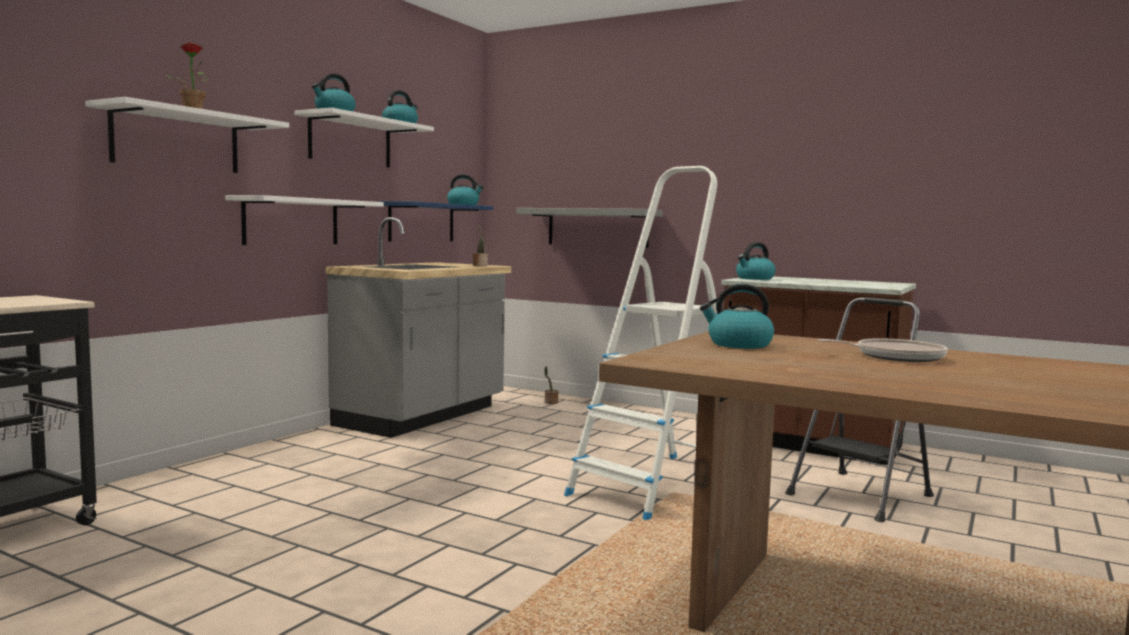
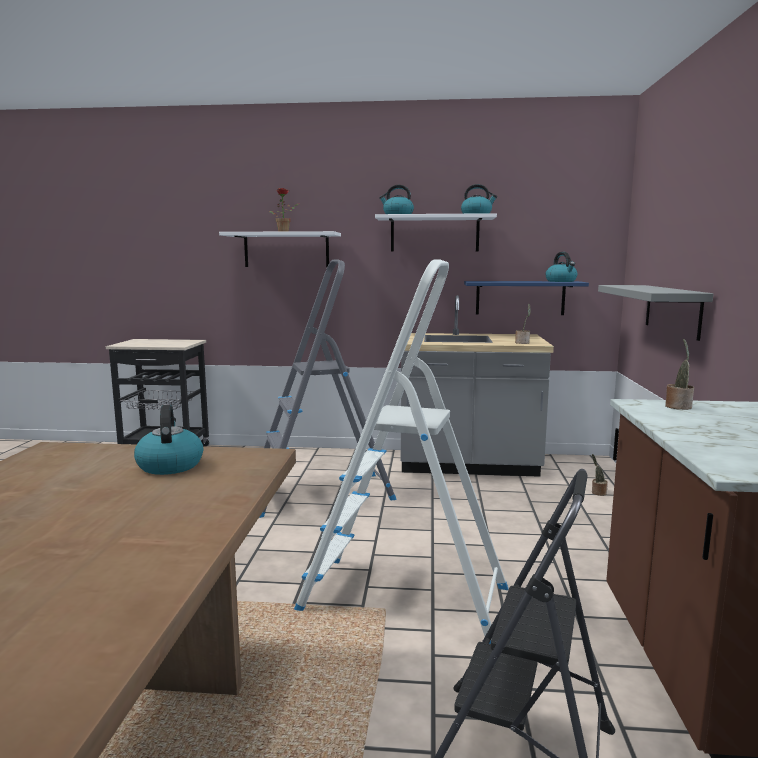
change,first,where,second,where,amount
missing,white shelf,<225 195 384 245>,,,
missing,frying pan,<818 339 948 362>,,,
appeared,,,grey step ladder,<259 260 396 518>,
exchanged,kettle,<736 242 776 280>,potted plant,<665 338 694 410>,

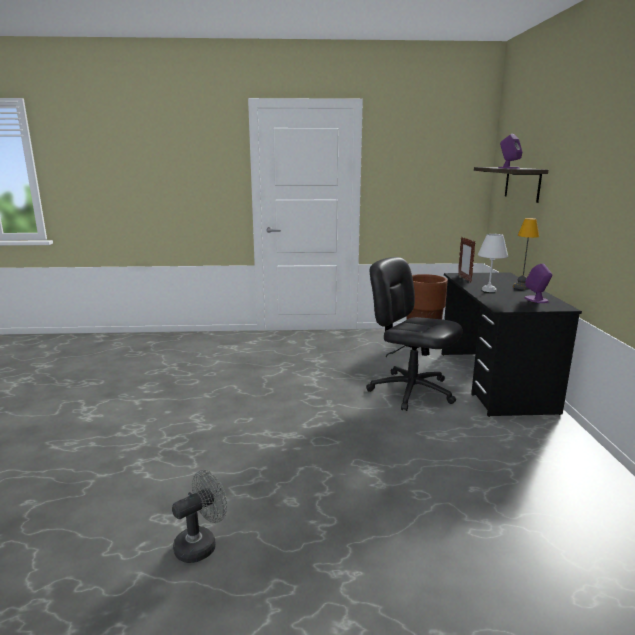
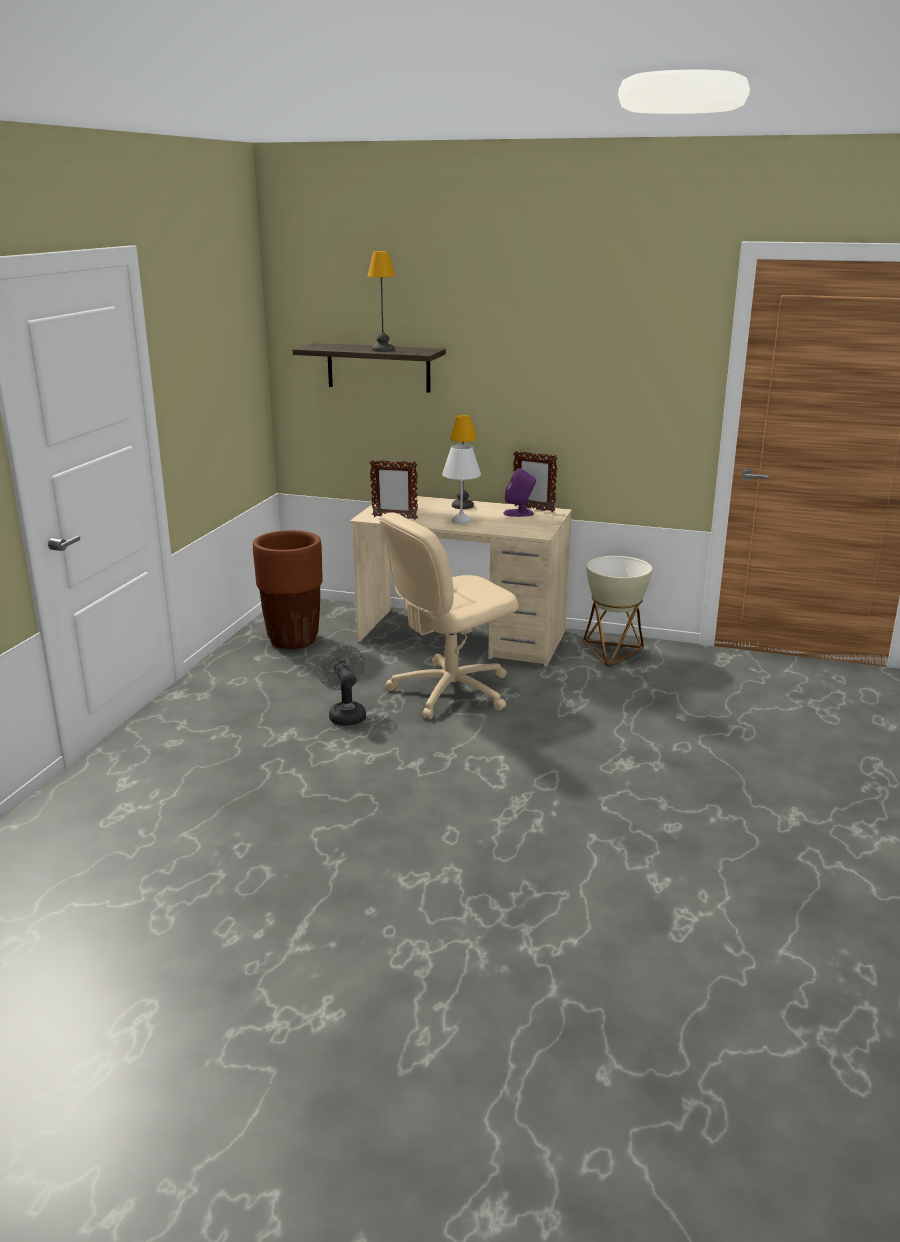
change,first,where,second,where,amount
appeared,,,picture frame,<513 451 558 512>,
appeared,,,planter,<583 556 652 667>,
relocated,grey fan,<172 470 227 563>,,<317 644 366 726>,
exchanged,purple speaker,<498 134 522 168>,table lamp,<368 251 395 352>,
colour,black office chair,<366 257 463 411>,beige office chair,<380 512 519 719>,
colour,black desk,<442 272 582 417>,beige desk,<350 496 572 667>,

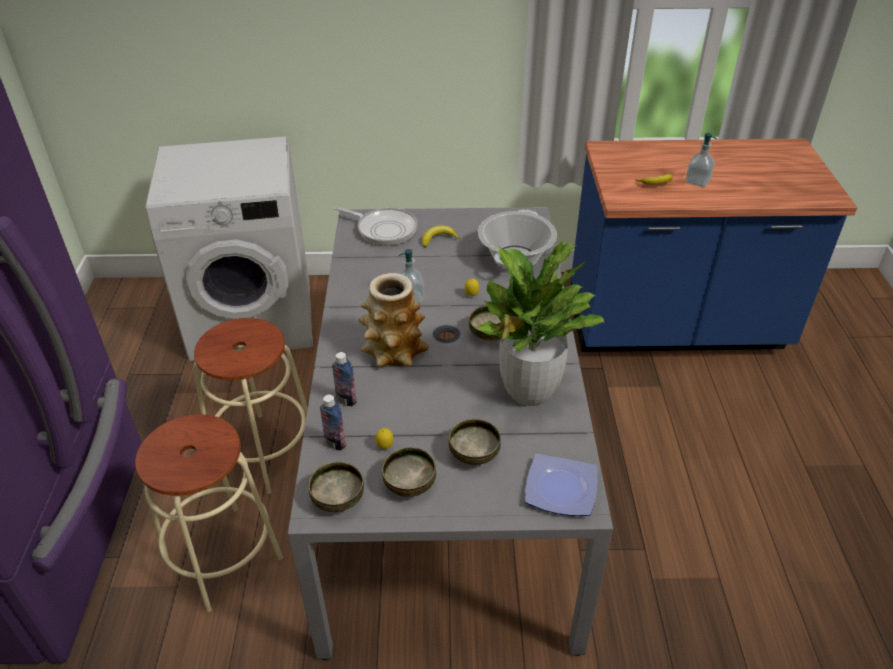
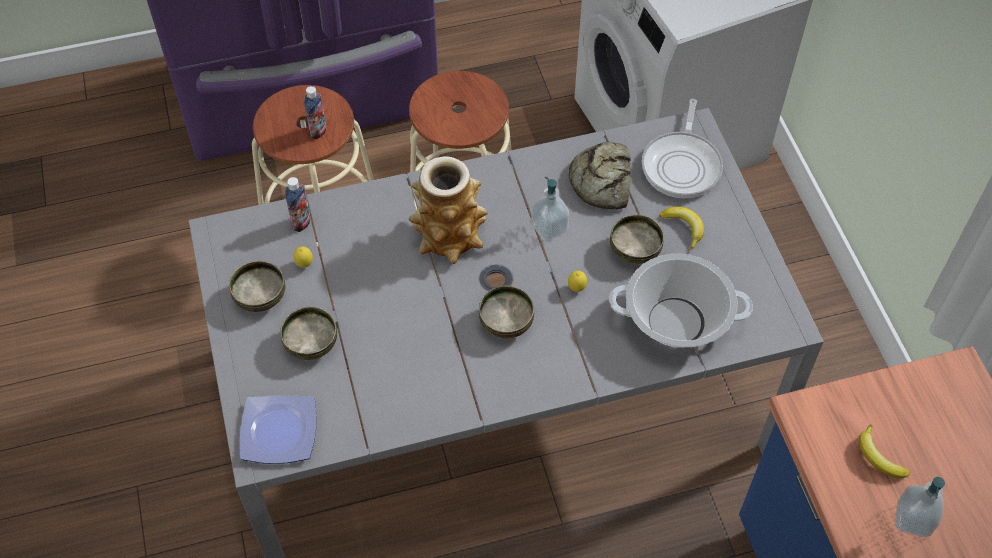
change,first,where,second,where,amount
missing,potted plant,<475 238 605 406>,,,
appeared,,,bread,<569 141 631 209>,
relocated,bowl,<308 462 364 512>,,<610 214 664 264>,
relocated,bottle,<332 352 357 406>,,<304 86 326 140>,

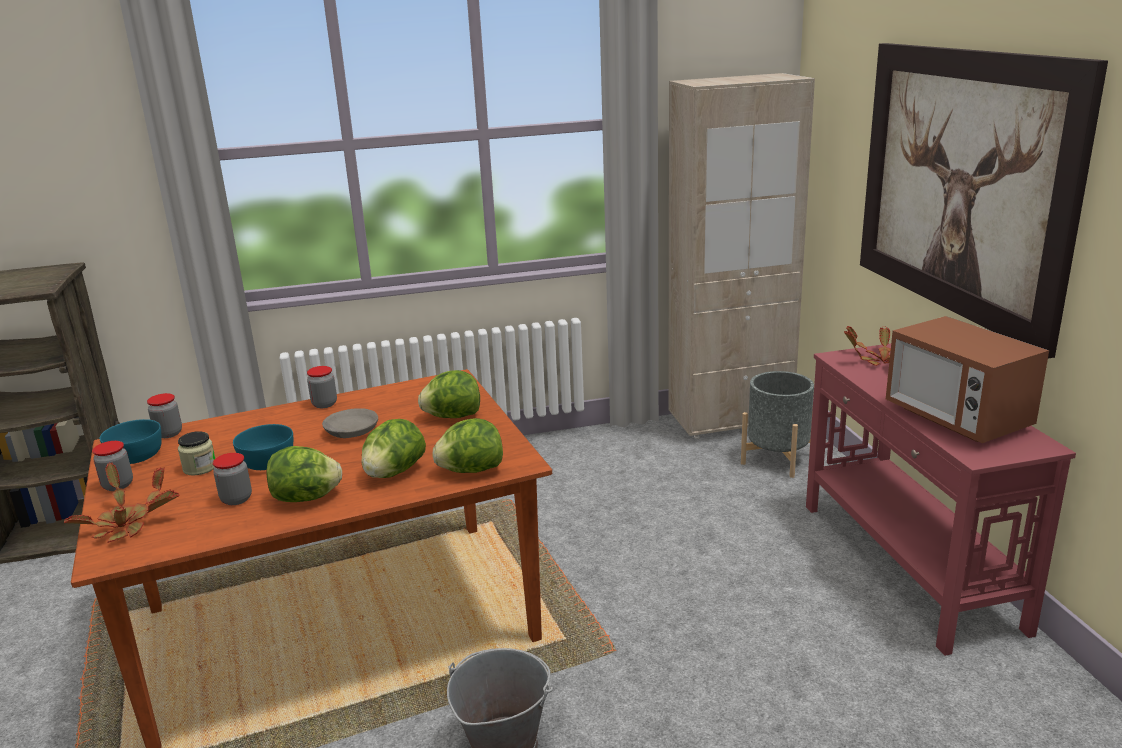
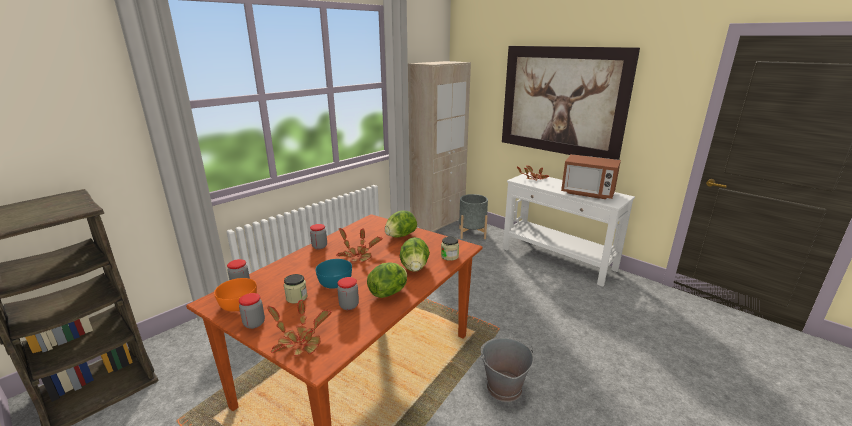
change,first,where,second,where,amount
exchanged,grey bowl,<322 408 378 438>,potted plant,<336 228 383 263>,
exchanged,lettuce,<432 418 503 473>,jar,<441 237 459 261>,
colour,turquoise bowl,<100 419 162 464>,orange bowl,<214 278 257 312>,
colour,red console table,<806 343 1076 656>,white console table,<503 172 635 287>,

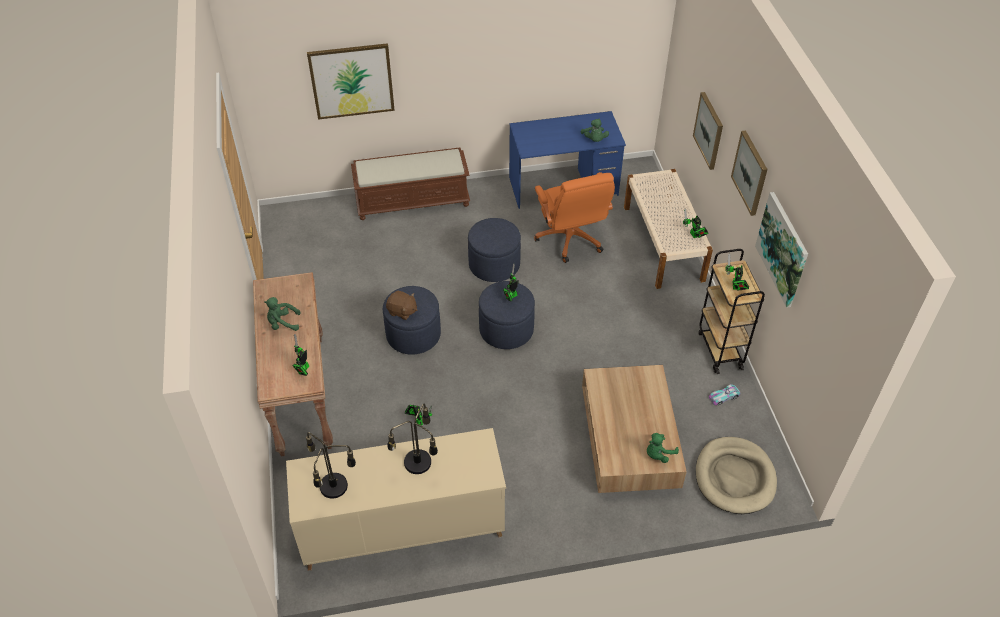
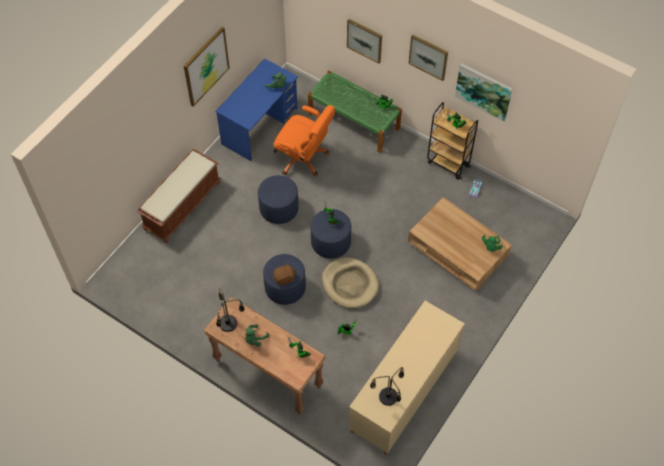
change,first,where,second,where,amount
relocated,picture,<307 43 395 120>,,<184 27 230 107>,
relocated,table lamp,<387 404 438 474>,,<216 289 244 332>,
relocated,beige dog bed,<696 437 777 514>,,<322 257 379 309>,
colour,beige bench,<624 169 713 289>,green bench,<308 71 402 153>,

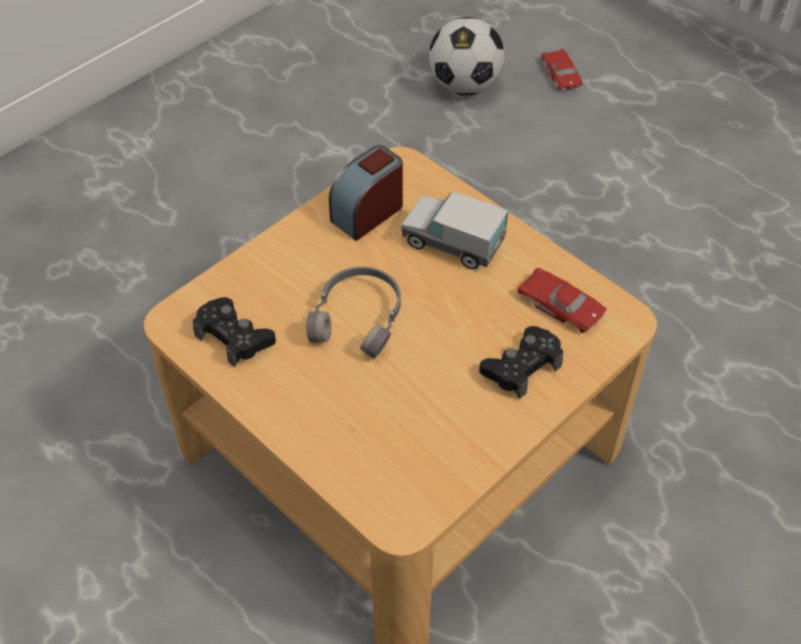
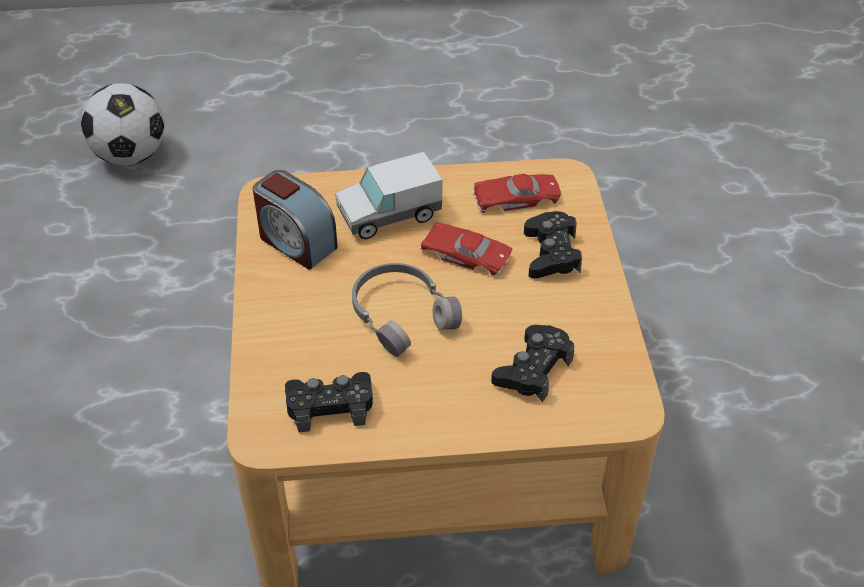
change,first,where,second,where,amount
appeared,,,black game controller,<491 325 575 402>,
relocated,red toy car,<541 49 583 90>,,<420 222 513 276>,
spun,alarm clock,<329 145 403 241>,,<253 170 338 270>,45 degrees counterclockwise

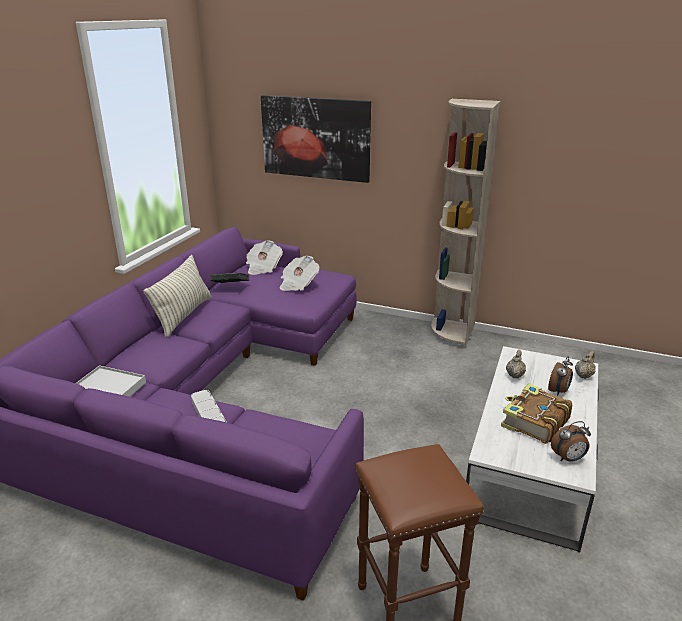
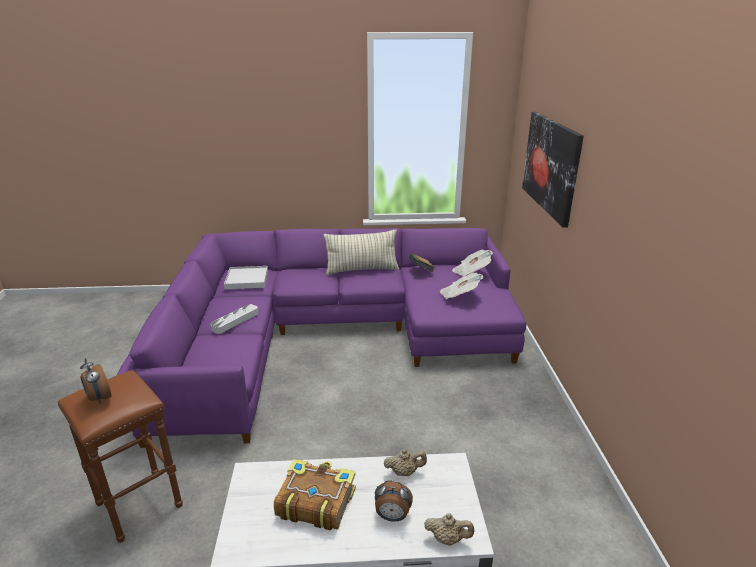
change,first,where,second,where,amount
missing,beige bookcase,<431 99 500 346>,,,
relocated,alarm clock,<551 421 591 462>,,<80 358 112 404>,

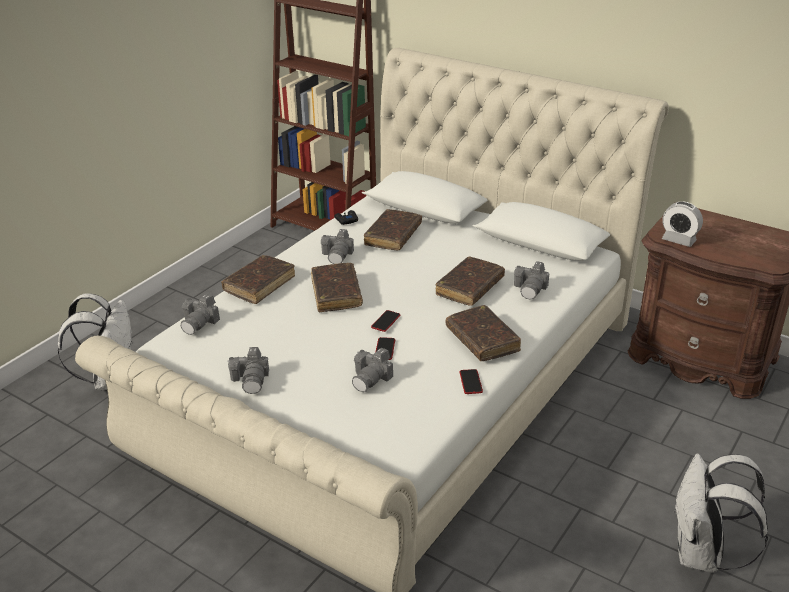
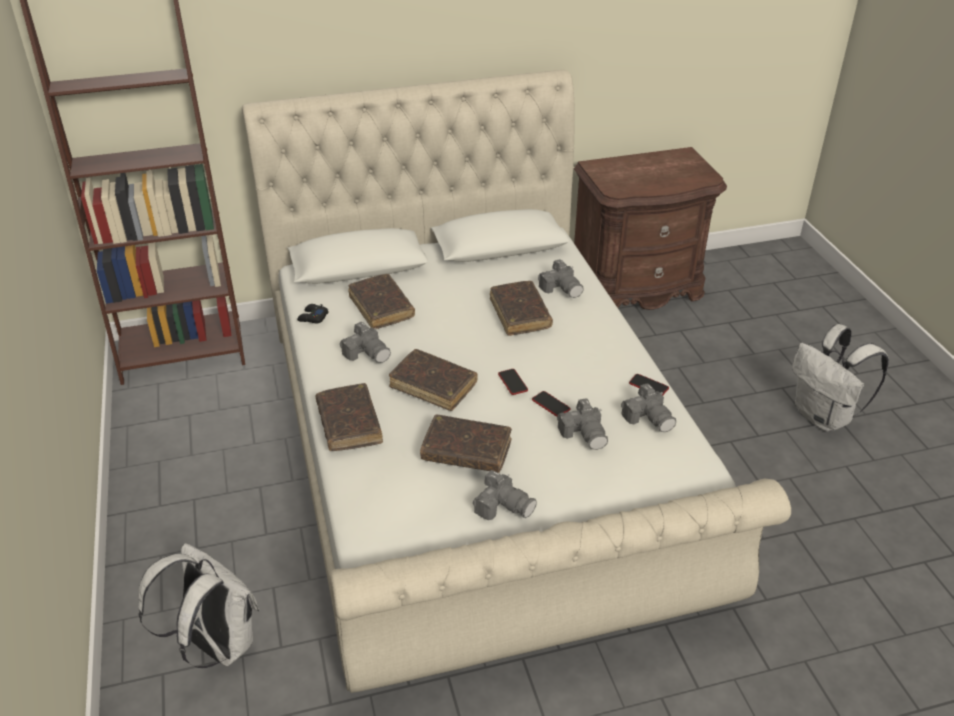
change,first,where,second,where,amount
missing,alarm clock,<662 201 703 247>,,,
relocated,photo camera,<181 294 220 335>,,<621 383 676 432>,
relocated,brown book,<446 305 521 361>,,<420 415 512 473>,

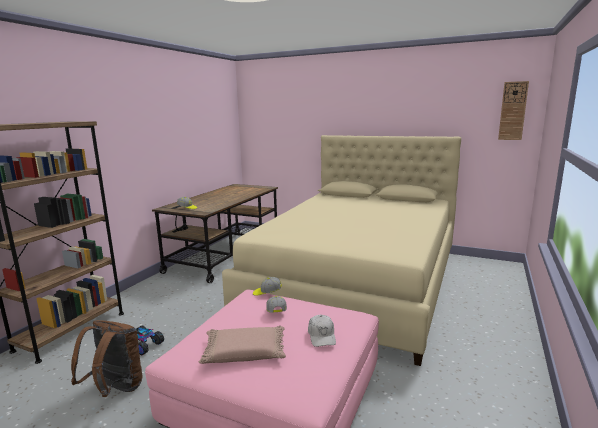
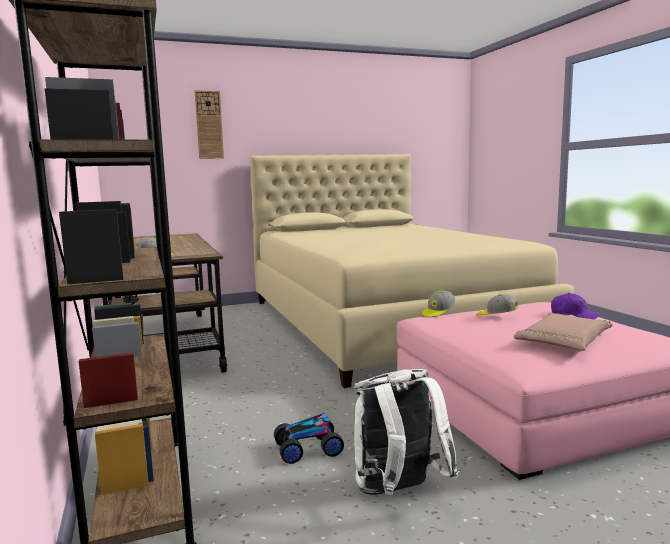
change,first,where,second,where,amount
relocated,wall clock,<498 81 529 140>,,<195 90 224 159>,
colour,brown backpack,<71 320 142 397>,white backpack,<354 369 459 496>,
colour,white cap,<308 315 336 347>,purple cap,<551 293 600 319>,

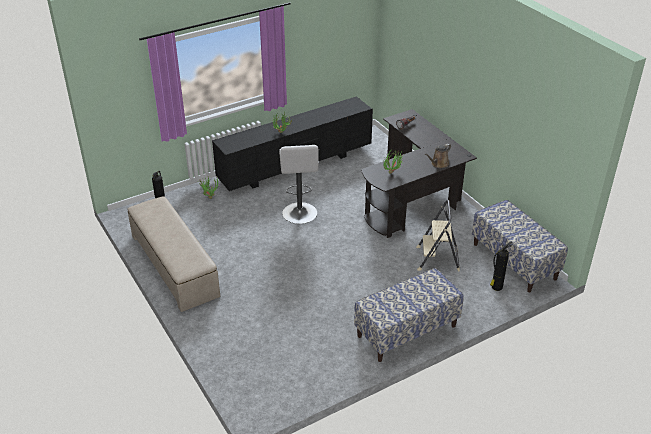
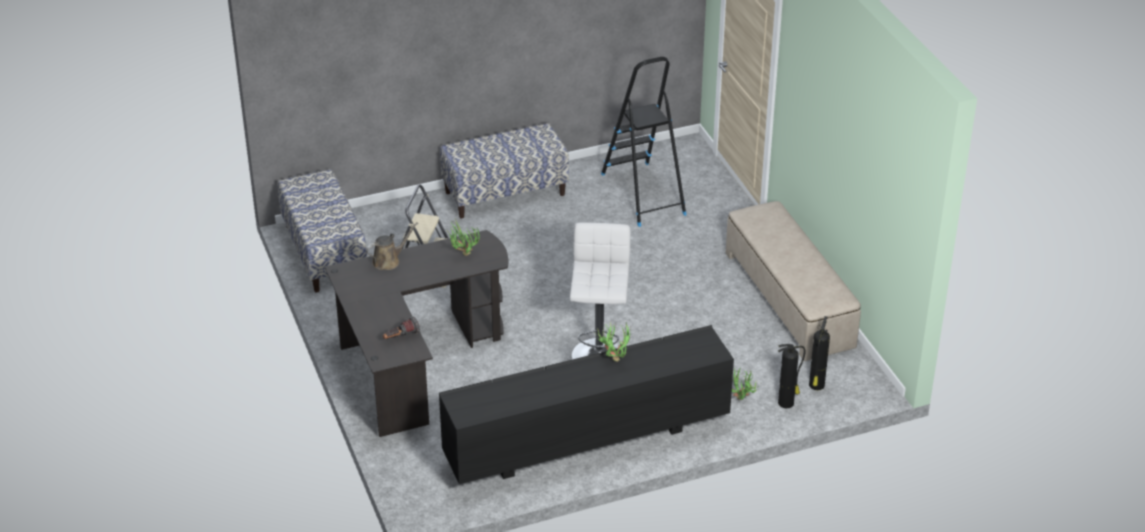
change,first,where,second,where,amount
appeared,,,black step ladder,<601 57 686 227>,
relocated,fire extinguisher,<490 242 513 291>,,<778 344 805 409>,

